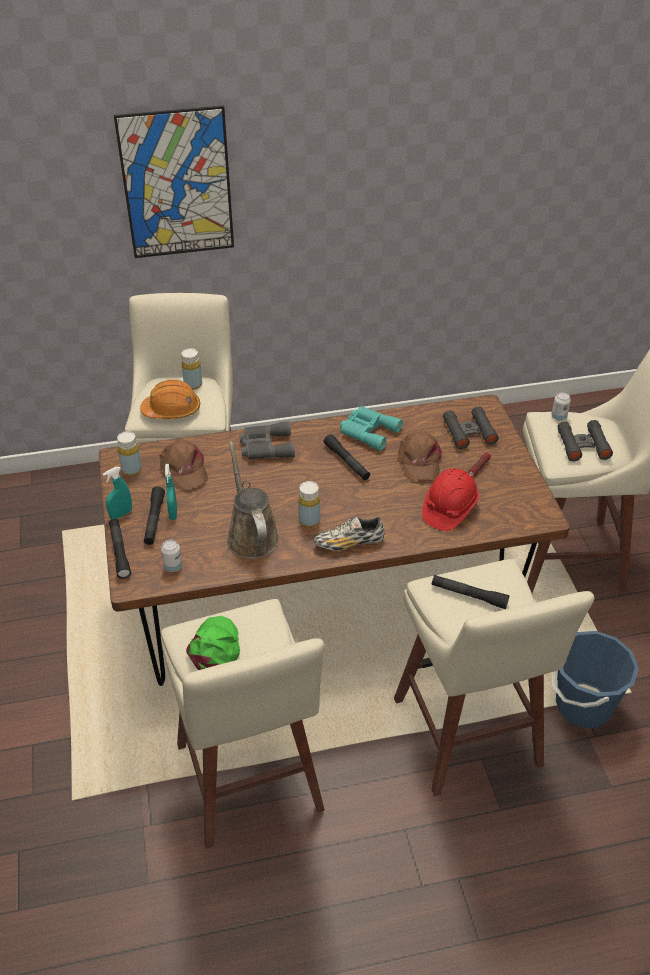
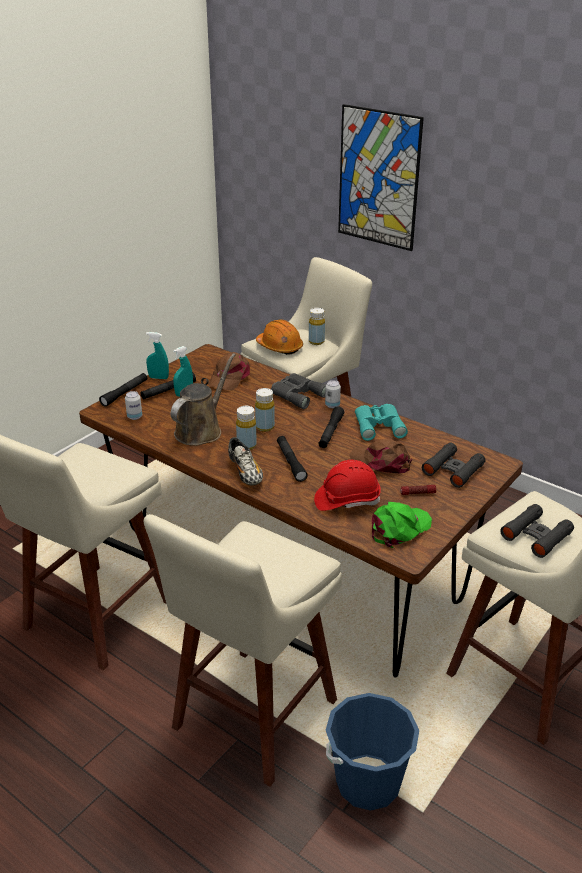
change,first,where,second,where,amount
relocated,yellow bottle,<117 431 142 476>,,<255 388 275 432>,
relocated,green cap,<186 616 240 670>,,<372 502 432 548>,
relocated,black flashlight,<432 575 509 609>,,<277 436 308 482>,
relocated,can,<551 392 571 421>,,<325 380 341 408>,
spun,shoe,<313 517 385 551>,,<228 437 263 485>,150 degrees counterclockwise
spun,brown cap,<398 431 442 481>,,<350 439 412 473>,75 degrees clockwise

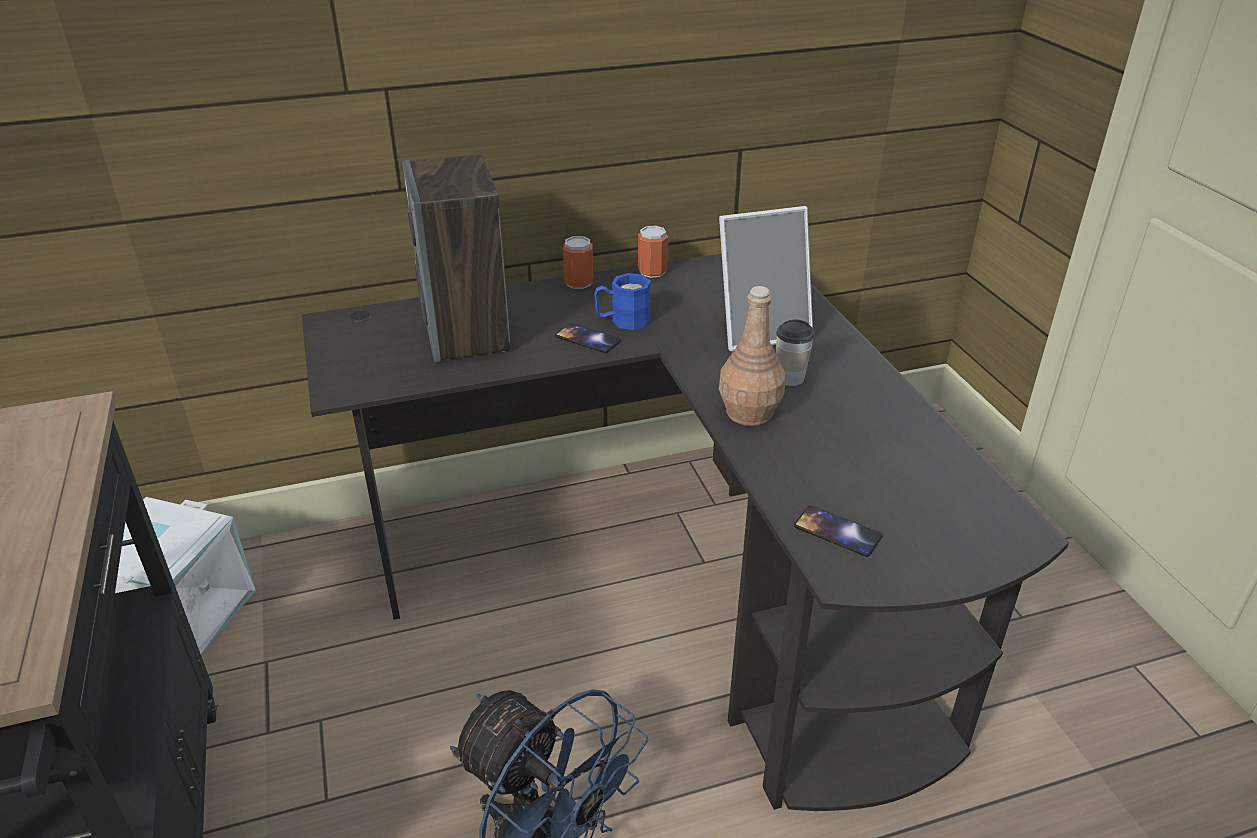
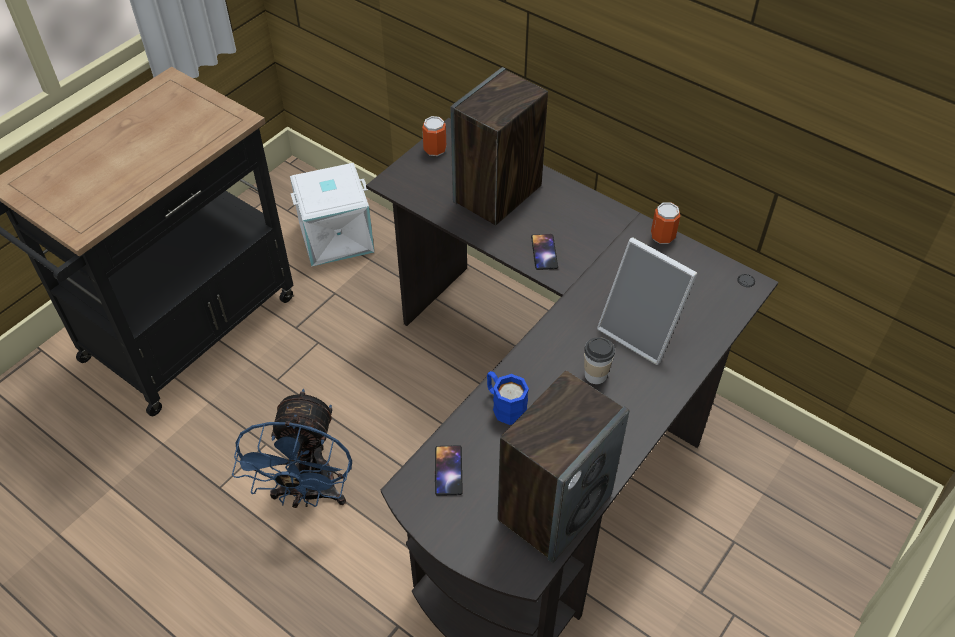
change,first,where,second,where,amount
missing,brown bottle,<719 286 785 426>,,,
appeared,,,speaker,<498 370 629 563>,
relocated,can,<563 236 593 289>,,<422 116 446 156>,
relocated,blue mug,<594 273 651 330>,,<487 371 529 425>,

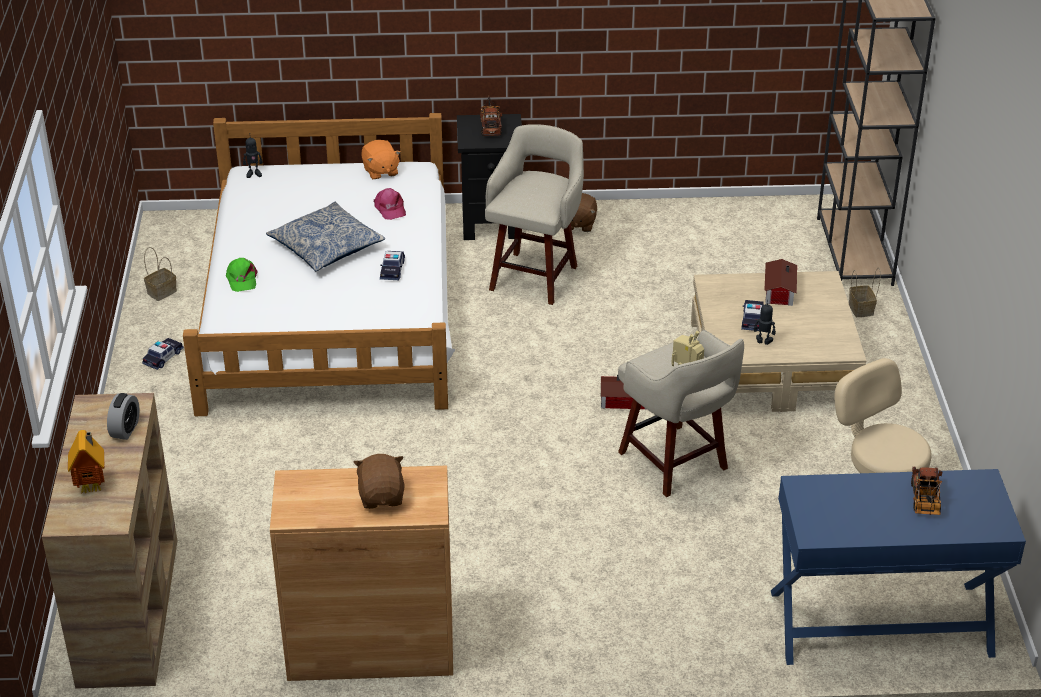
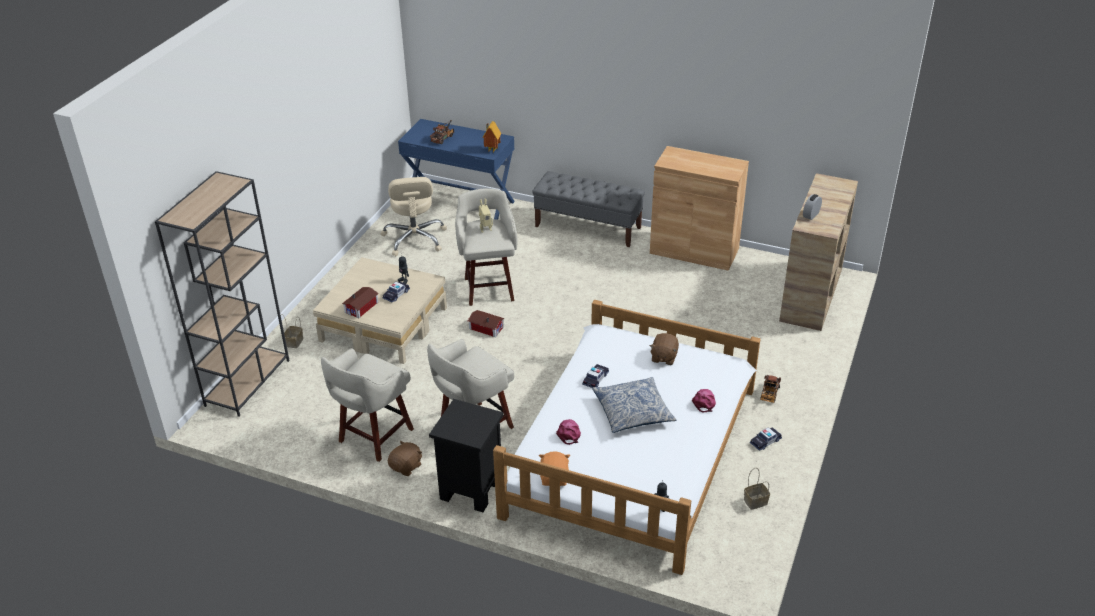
change,first,where,second,where,amount
appeared,,,beige stool,<321 348 414 462>,
appeared,,,grey bench,<532 171 645 247>,
relocated,toy house,<68 430 105 494>,,<482 121 501 153>,
relocated,brown plush toy,<354 454 405 509>,,<650 333 679 365>,
relocated,toy truck,<480 95 502 136>,,<760 375 781 403>,
colour,green cap,<226 258 258 292>,pink cap,<692 389 716 413>,

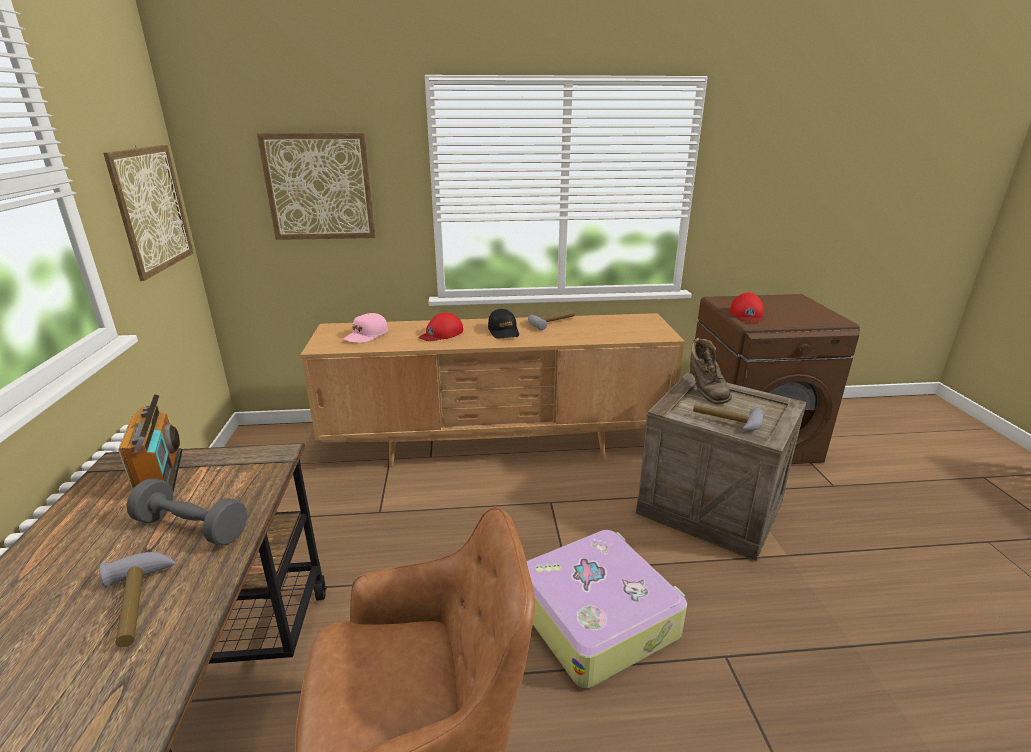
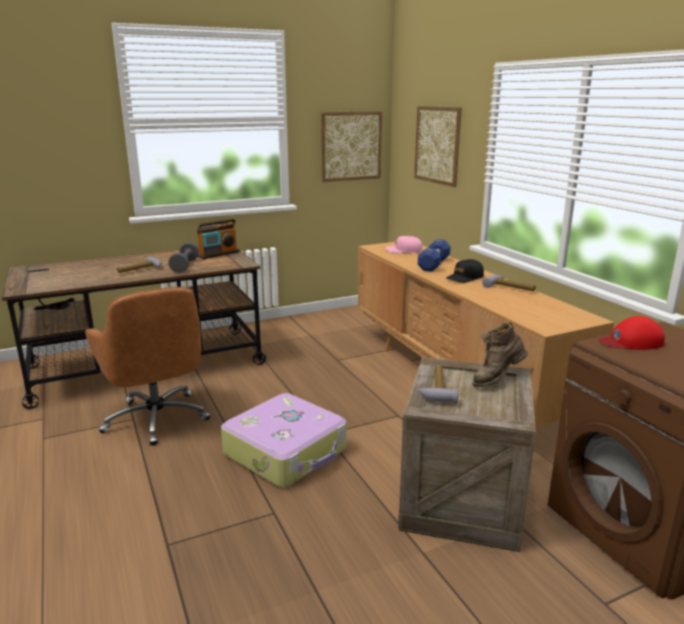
change,first,where,second,where,amount
exchanged,red cap,<419 312 463 341>,blue dumbbell,<418 239 451 272>,

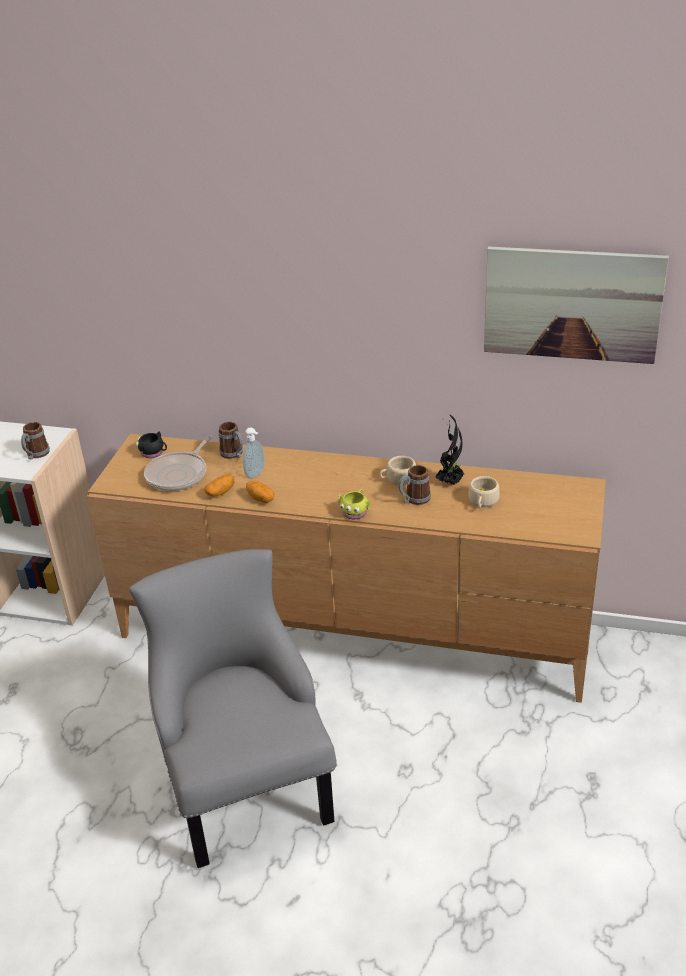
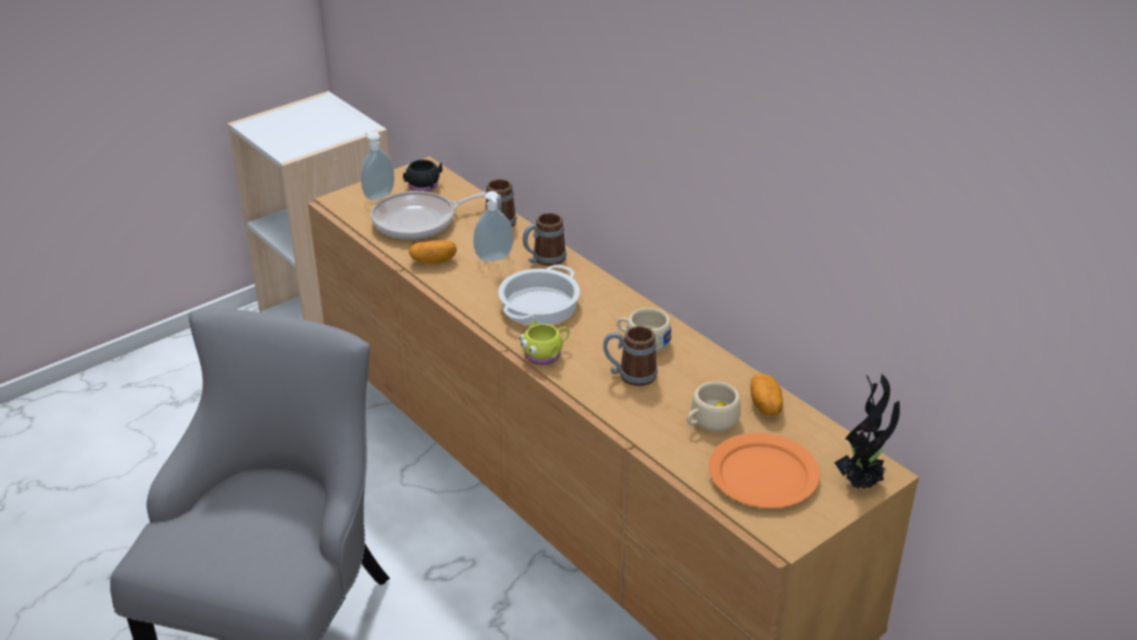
change,first,where,second,where,amount
missing,picture,<484 246 669 364>,,,
appeared,,,soap dispenser,<361 131 395 200>,
appeared,,,cooking pot,<498 265 580 326>,
appeared,,,orange plate,<709 433 820 508>,
relocated,mug,<21 422 50 460>,,<523 213 567 266>,
relocated,potato,<246 481 274 503>,,<750 373 783 416>,
relocated,potted plant,<435 414 464 485>,,<834 373 900 489>,

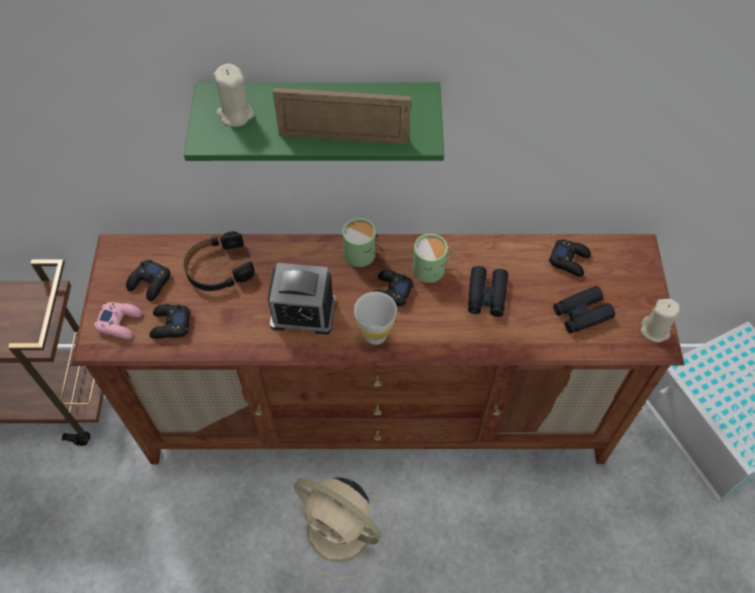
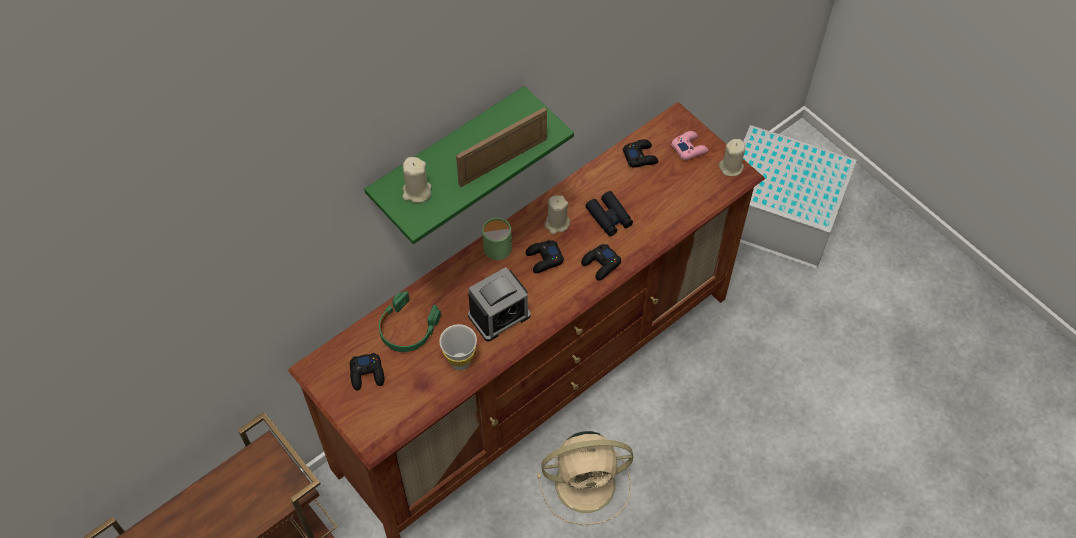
change,first,where,second,where,amount
missing,black binoculars,<553 286 615 334>,,,
relocated,pink game controller,<94 302 142 339>,,<671 131 708 160>,
relocated,black game controller,<149 304 191 339>,,<581 244 621 281>,
relocated,white cup,<354 292 397 345>,,<440 324 477 370>,
exchanged,green mug,<413 234 453 283>,beige candle,<545 195 570 234>,
colour,black headphones,<184 231 255 291>,green headphones,<379 291 441 352>,

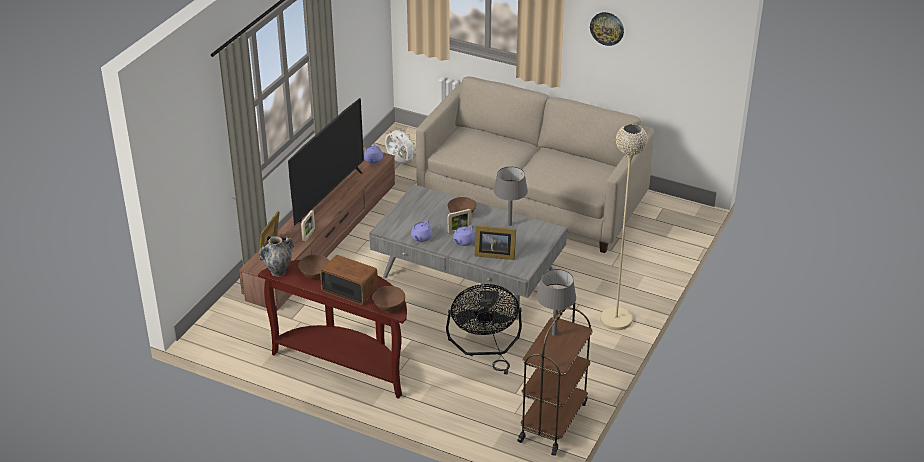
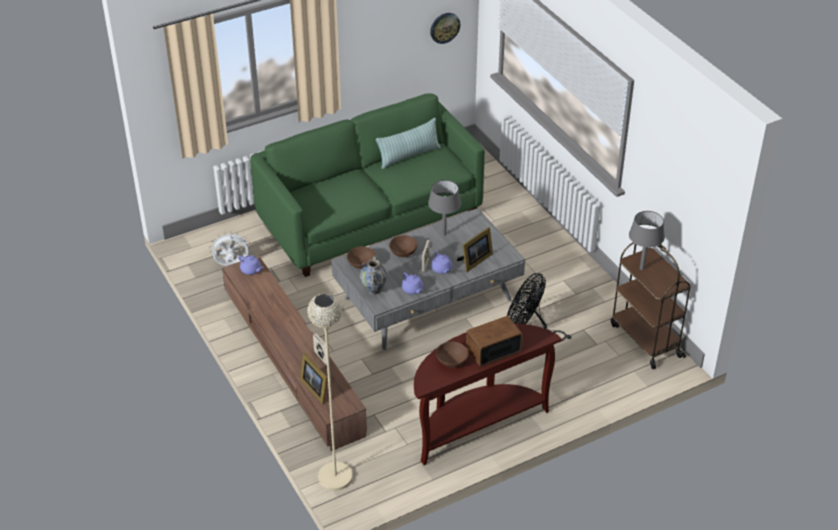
change,first,where,second,where,amount
missing,television,<288 98 364 226>,,,
appeared,,,pillow,<376 118 441 169>,
relocated,vase,<259 236 294 277>,,<360 255 387 295>,
relocated,brown bowl,<372 286 405 312>,,<347 246 376 269>,
relocated,wall clock,<590 12 624 46>,,<430 13 460 44>,
relocated,beige floor lamp,<600 124 648 330>,,<308 293 353 491>,
colour,beige sofa,<416 77 654 253>,green sofa,<250 93 485 277>,

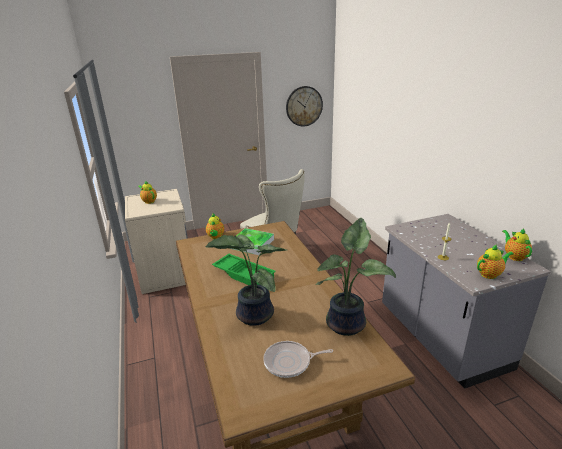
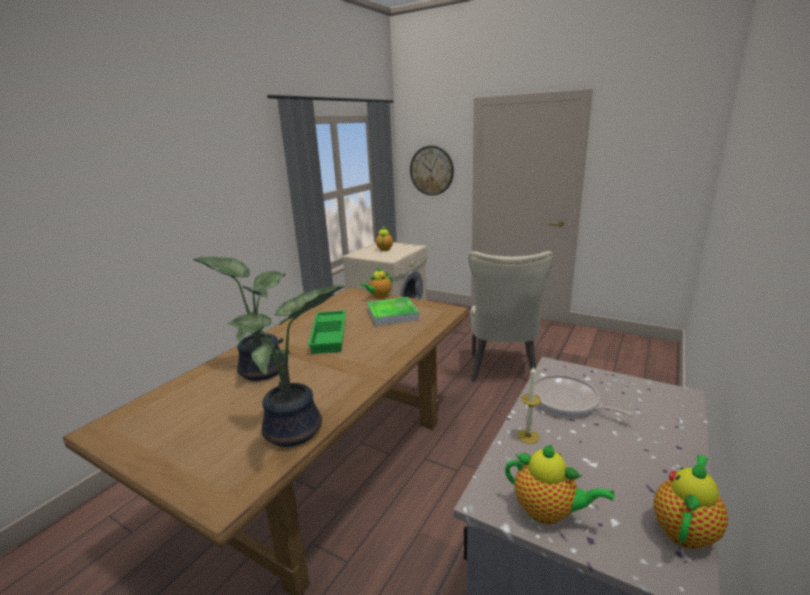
change,first,where,second,where,amount
relocated,frying pan,<263 341 333 378>,,<534 375 636 417>,
relocated,wall clock,<286 86 323 127>,,<410 146 454 196>,

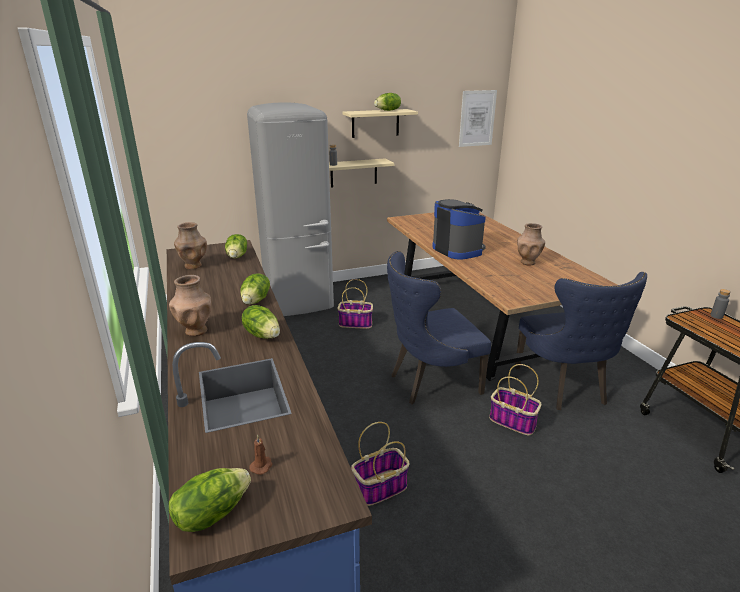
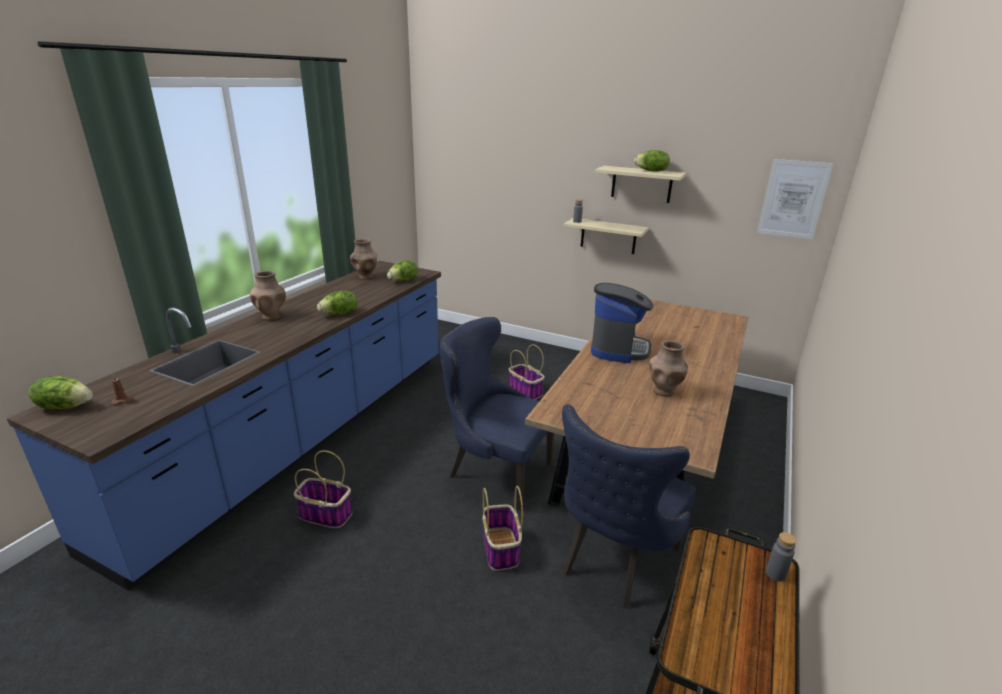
change,first,where,second,where,amount
missing,lettuce,<242 305 280 339>,,,
missing,grey fridge,<247 102 334 316>,,,

